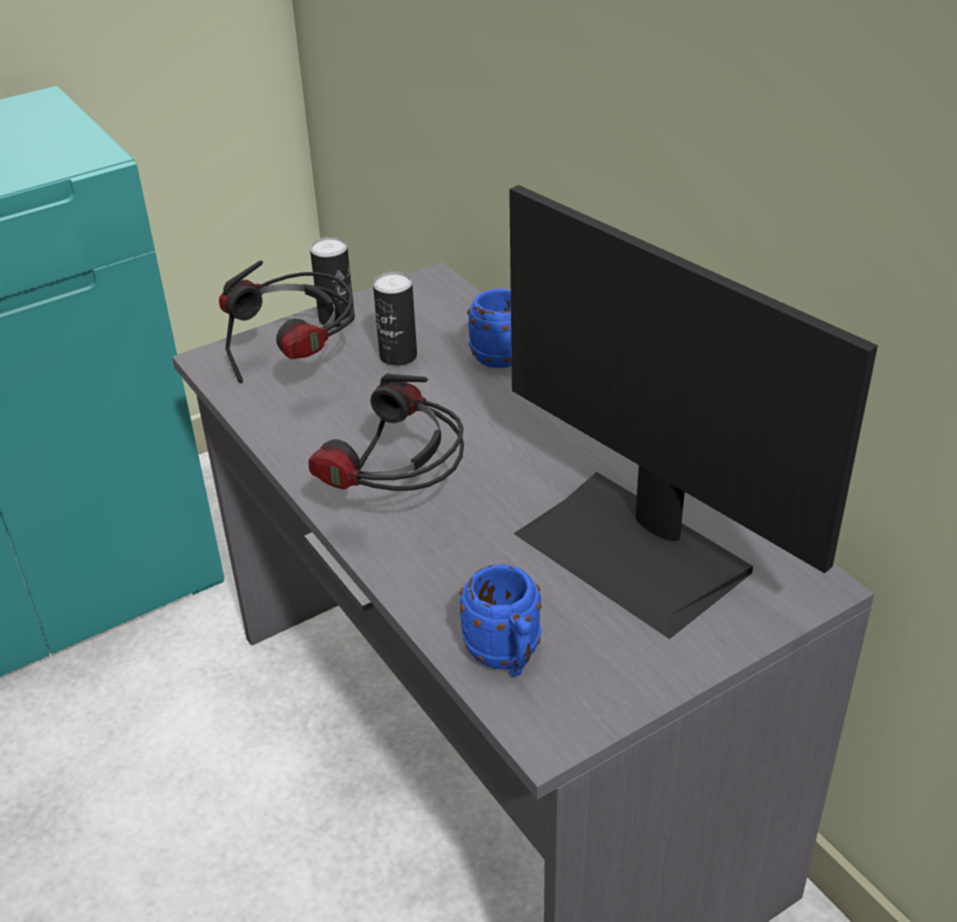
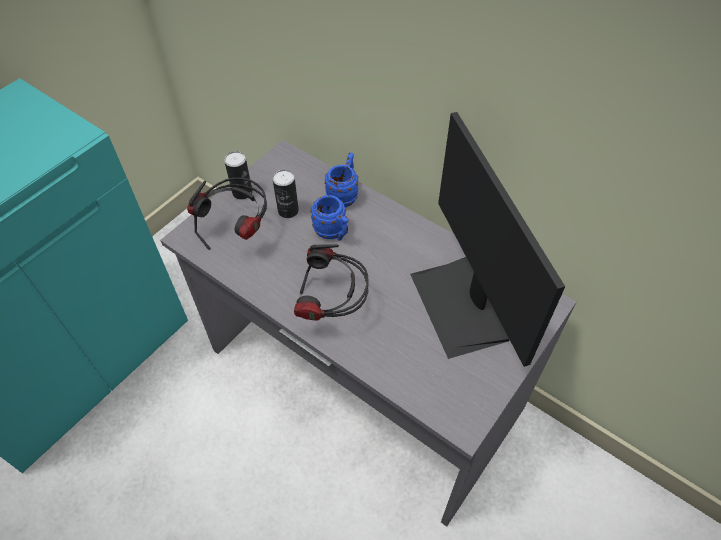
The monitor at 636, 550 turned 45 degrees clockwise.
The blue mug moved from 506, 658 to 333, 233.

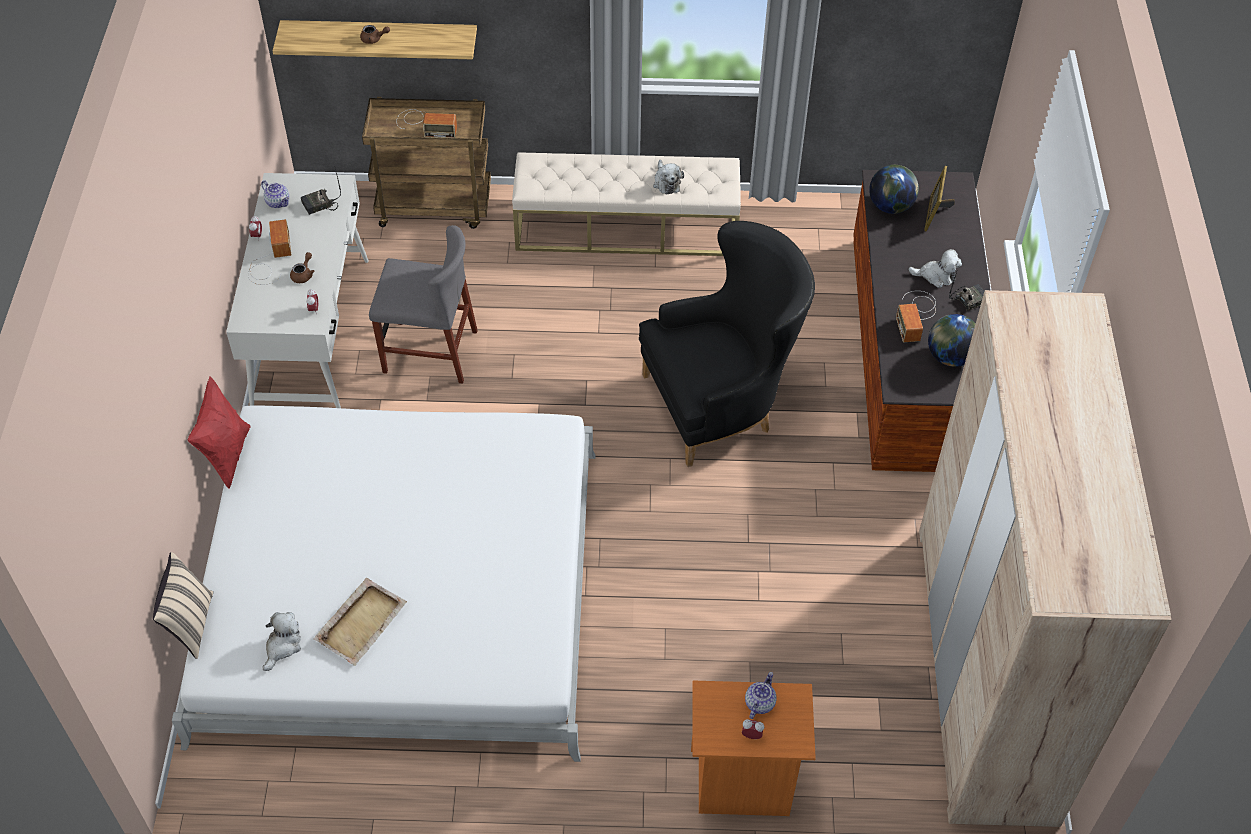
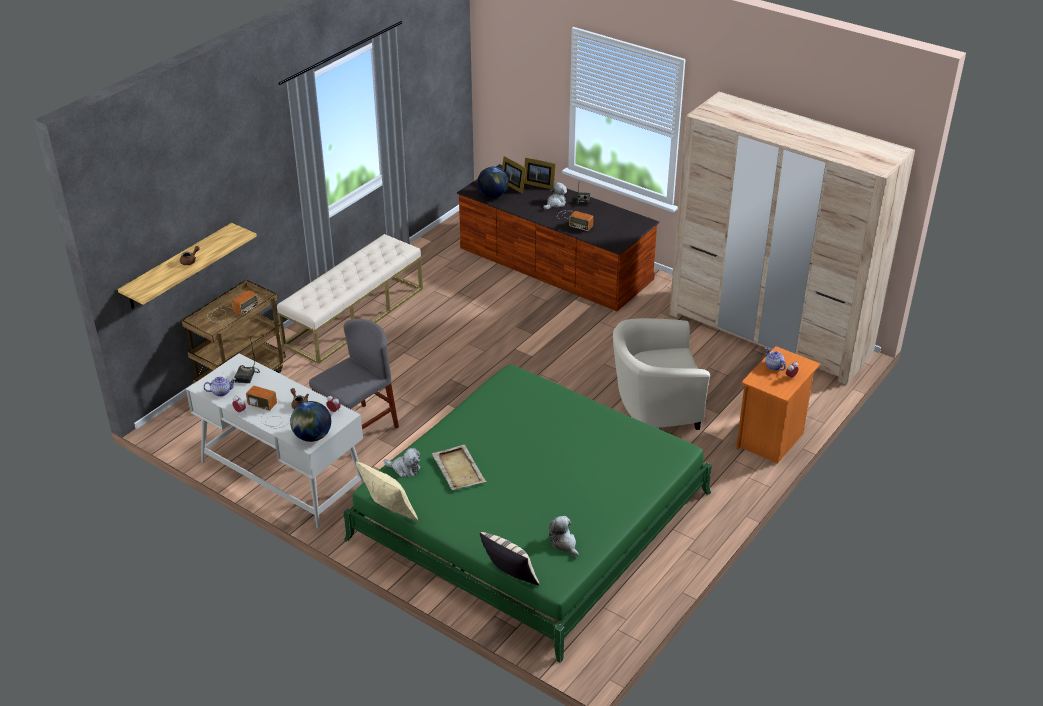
The plush toy moved from 666, 182 to 404, 469.
The black armchair at 721, 403 disappeared.
The globe moved from 950, 357 to 312, 436.
The red pillow at 227, 455 became the beige pillow at 389, 512.
The white bed at 402, 593 became the green bed at 531, 516.
The beige tray moved from 362, 622 to 458, 469.
The picture frame at 538, 184 appeared.
The beige armchair at 654, 408 appeared.

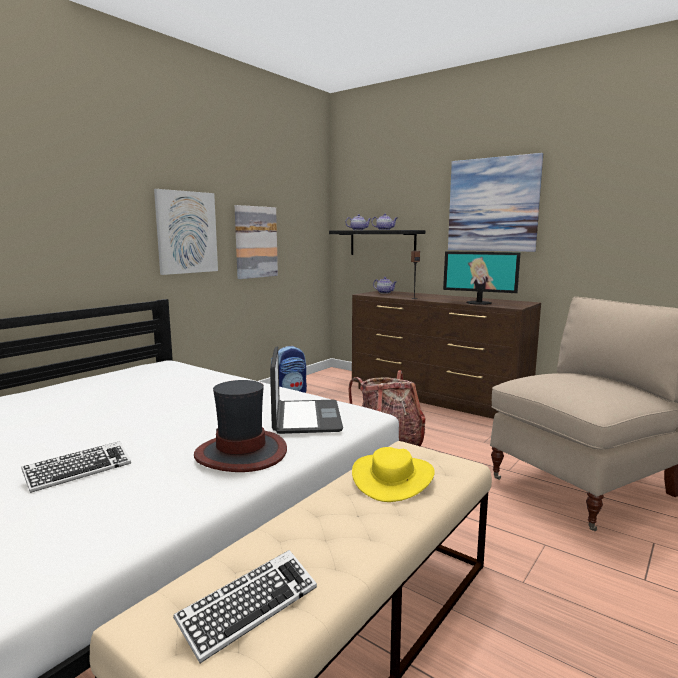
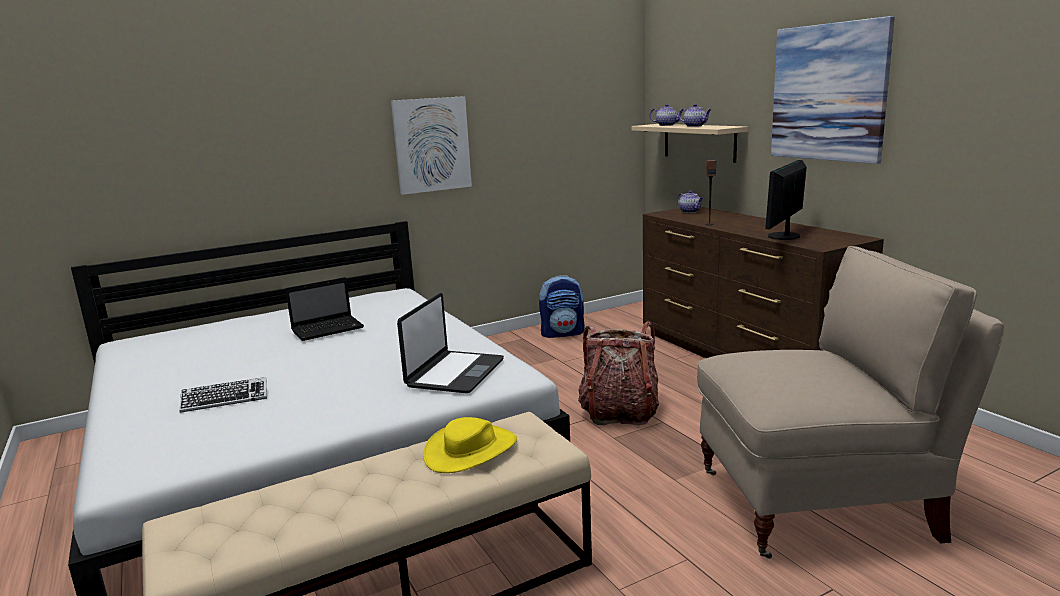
The picture at 255, 242 disappeared.
The black shelf at 382, 243 became the beige shelf at 699, 142.
The monitor at 479, 303 turned 75 degrees clockwise.
The hat at 241, 453 disappeared.
The keyboard at 249, 608 disappeared.
The laptop at 329, 329 appeared.

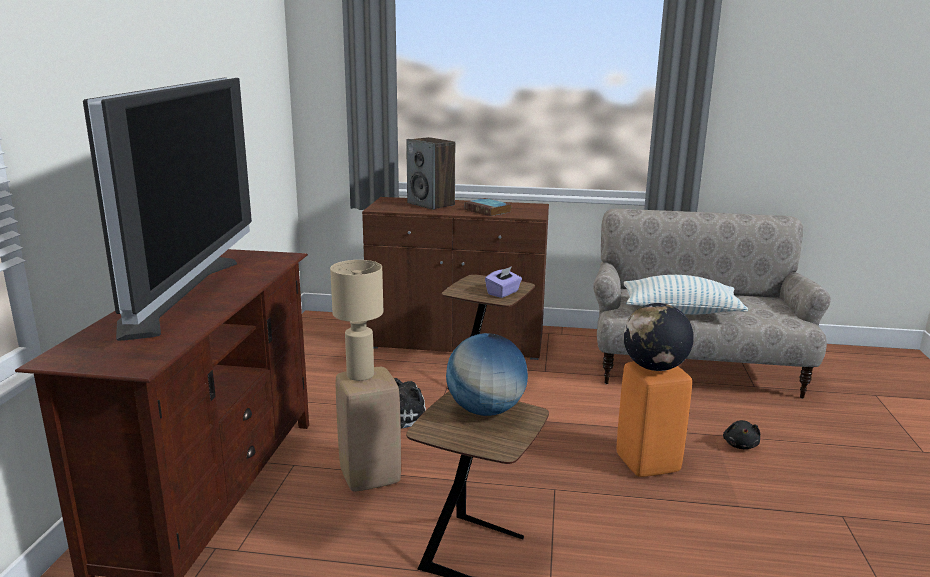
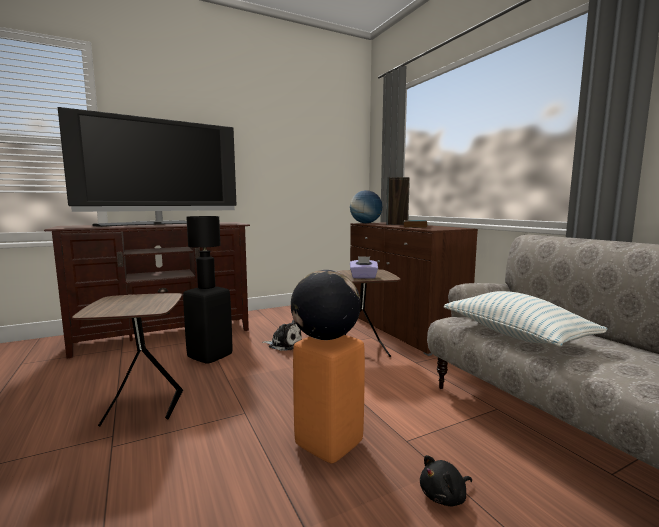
The beige table lamp at 359, 375 became the black table lamp at 206, 287.
The globe moved from 486, 410 to 365, 223.
The beige stool at 371, 476 became the black stool at 210, 357.

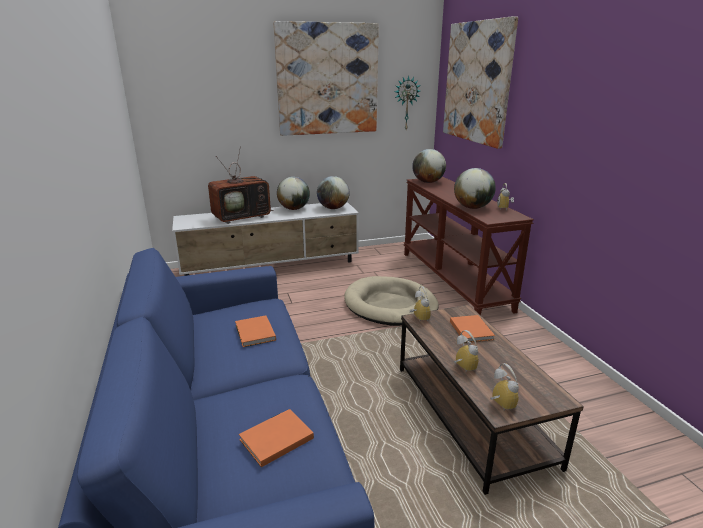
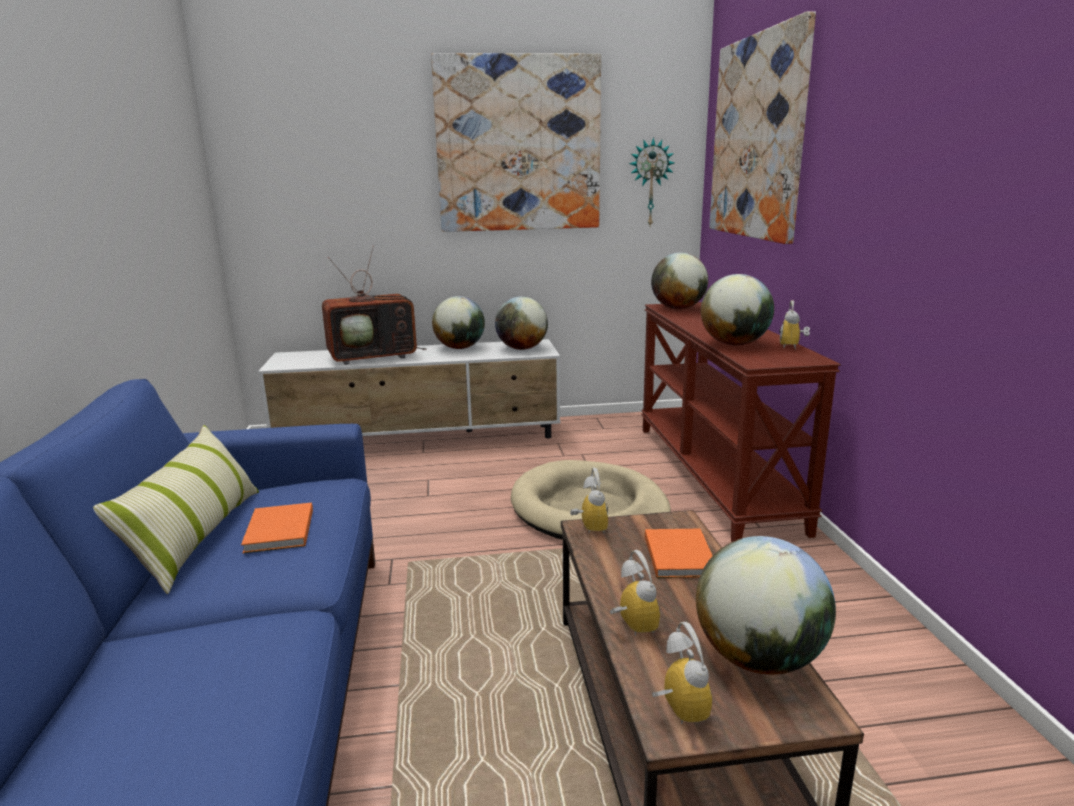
The orange book at 274, 439 disappeared.
The pillow at 197, 537 appeared.
The globe at 758, 658 appeared.

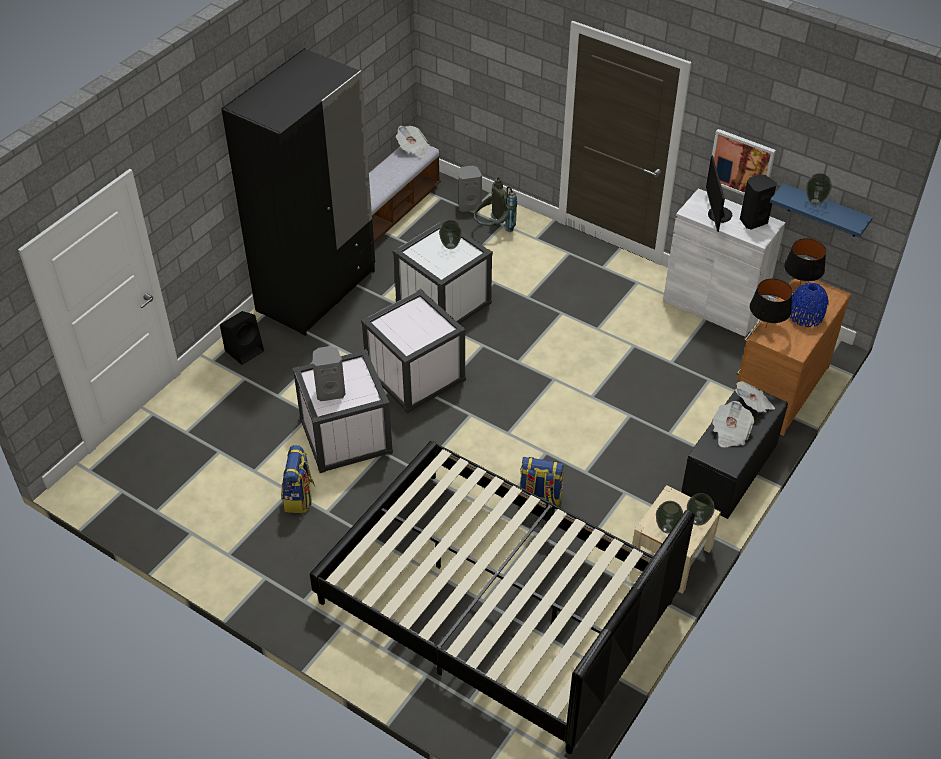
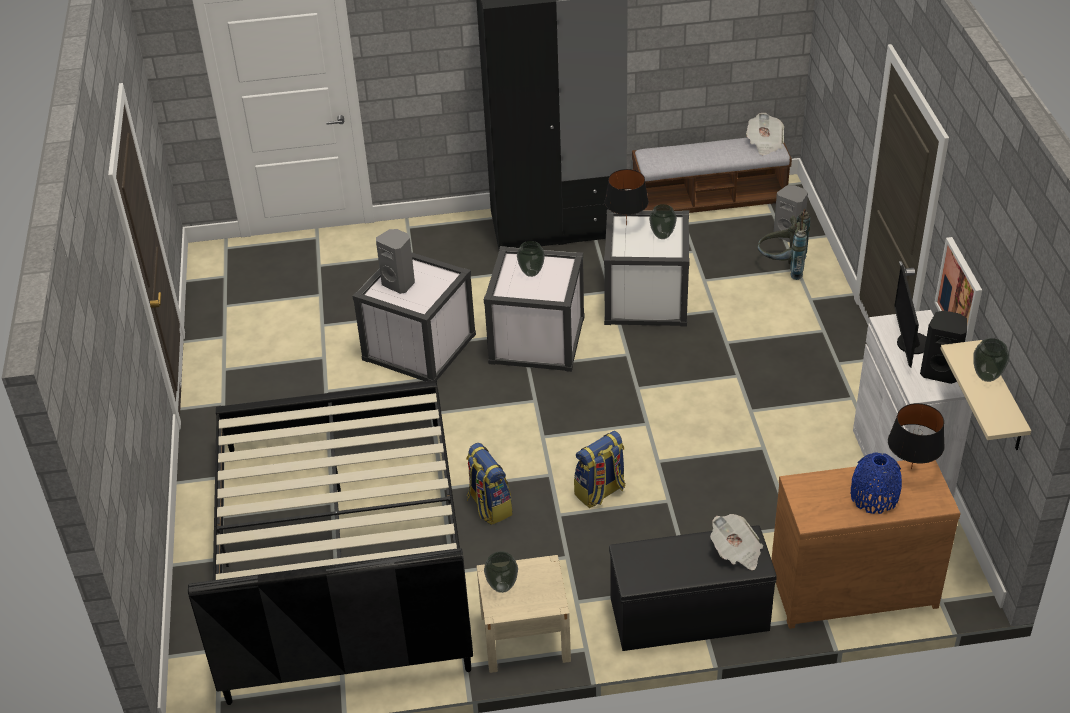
The monitor at 716, 215 turned 45 degrees counterclockwise.
The blue shelf at 824, 211 became the beige shelf at 1002, 399.
The black table lamp moved from 765, 328 to 626, 224.
The black speaker at 245, 350 disappeared.
The newspaper at 730, 433 disappeared.
The backpack moved from 299, 497 to 600, 492.
The vase moved from 697, 521 to 531, 273.

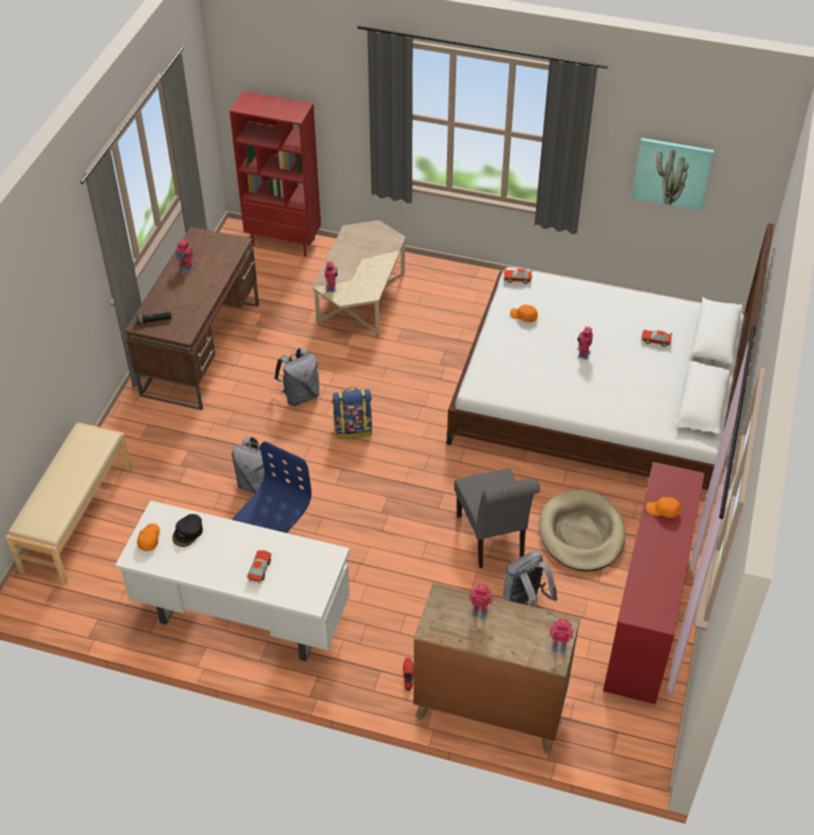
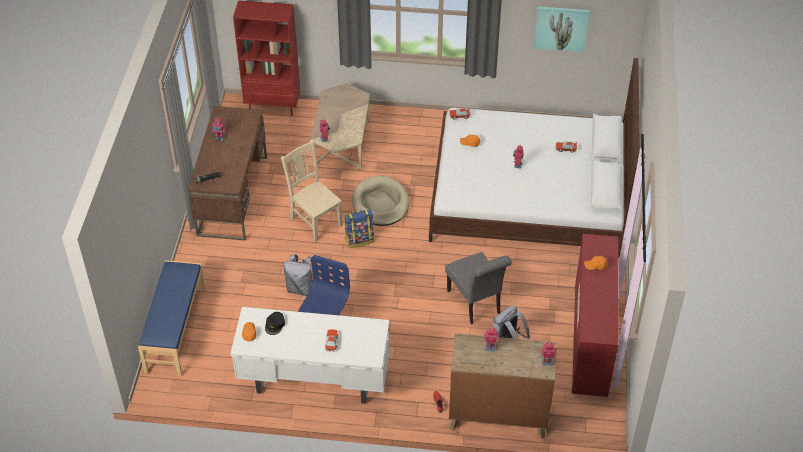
The grey backpack at 300, 395 was replaced by the beige chair at 315, 220.
The beige bench at 76, 518 became the blue bench at 175, 330.
The beige dog bed moved from 581, 533 to 380, 203.

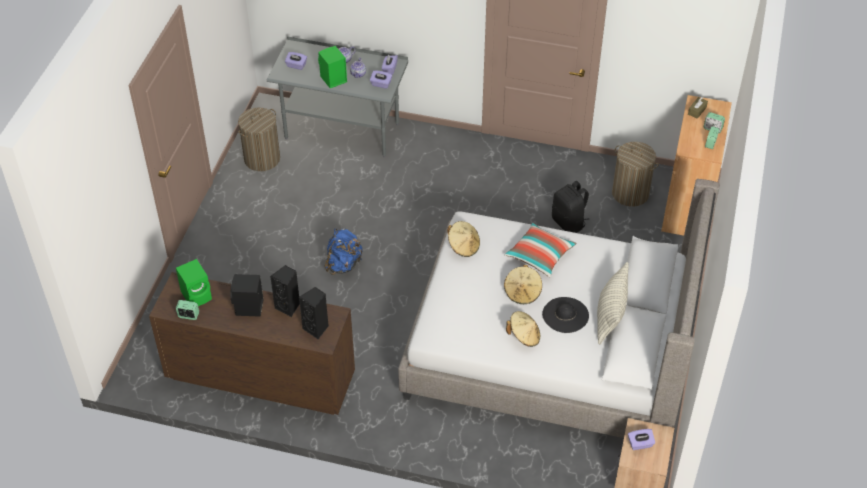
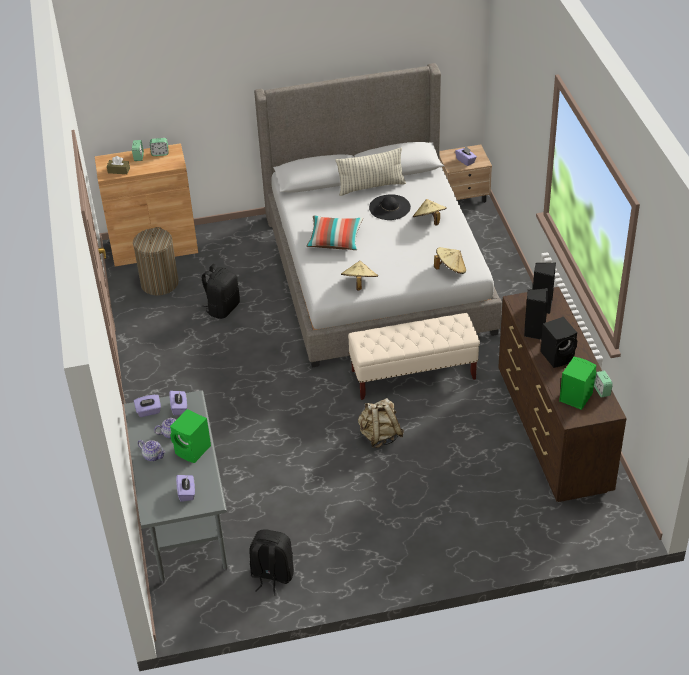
The laundry basket at 262, 159 was replaced by the black backpack at 272, 575.
The blue backpack at 343, 265 became the beige backpack at 380, 436.
The beige hat moved from 522, 292 to 450, 269.
The beige bench at 413, 375 appeared.

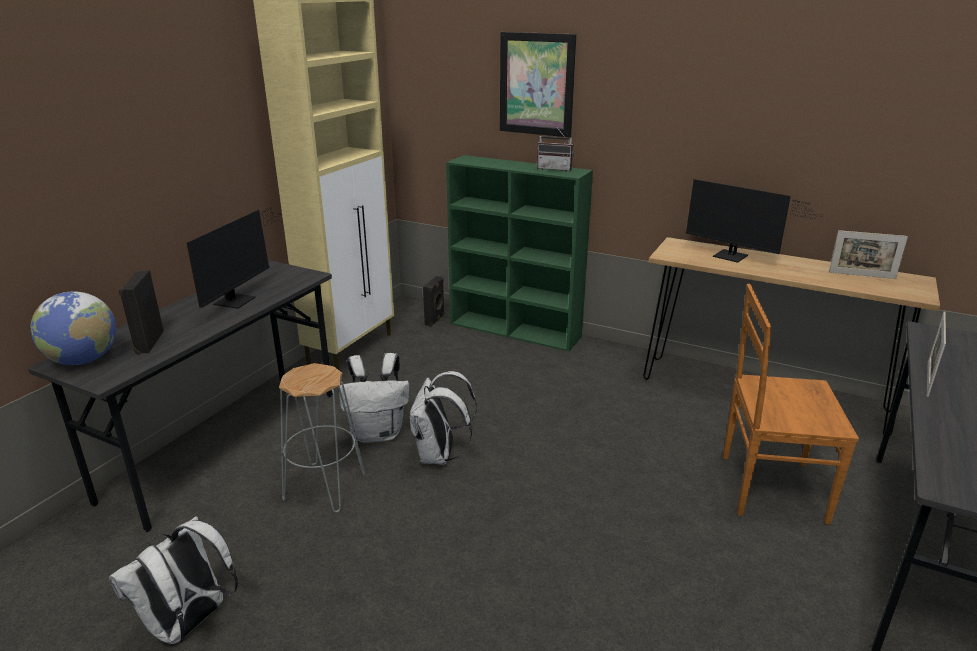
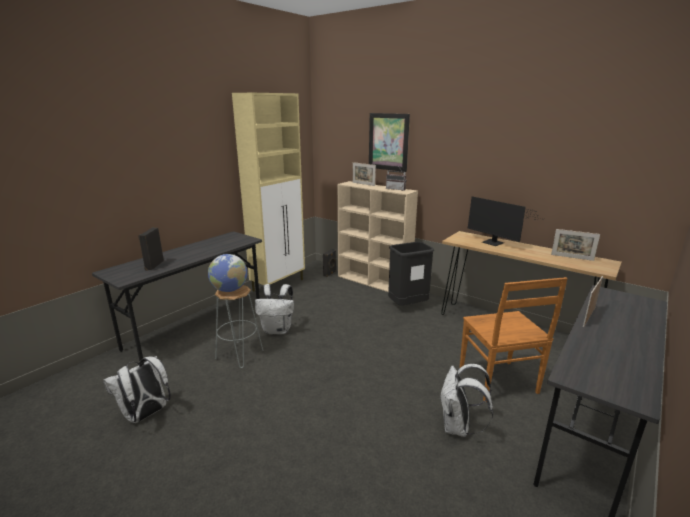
The green bookcase at 516, 330 became the beige bookcase at 374, 282.
The monitor at 239, 299 disappeared.
The brown chair at 768, 487 turned 120 degrees counterclockwise.
The globe moved from 84, 360 to 229, 290.
The white backpack moved from 439, 456 to 458, 427.
The picture frame at 363, 184 appeared.
The black trash can at 408, 306 appeared.

